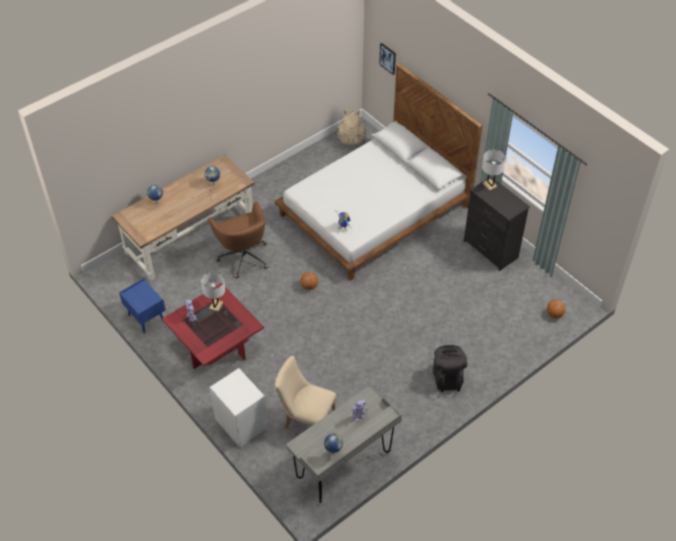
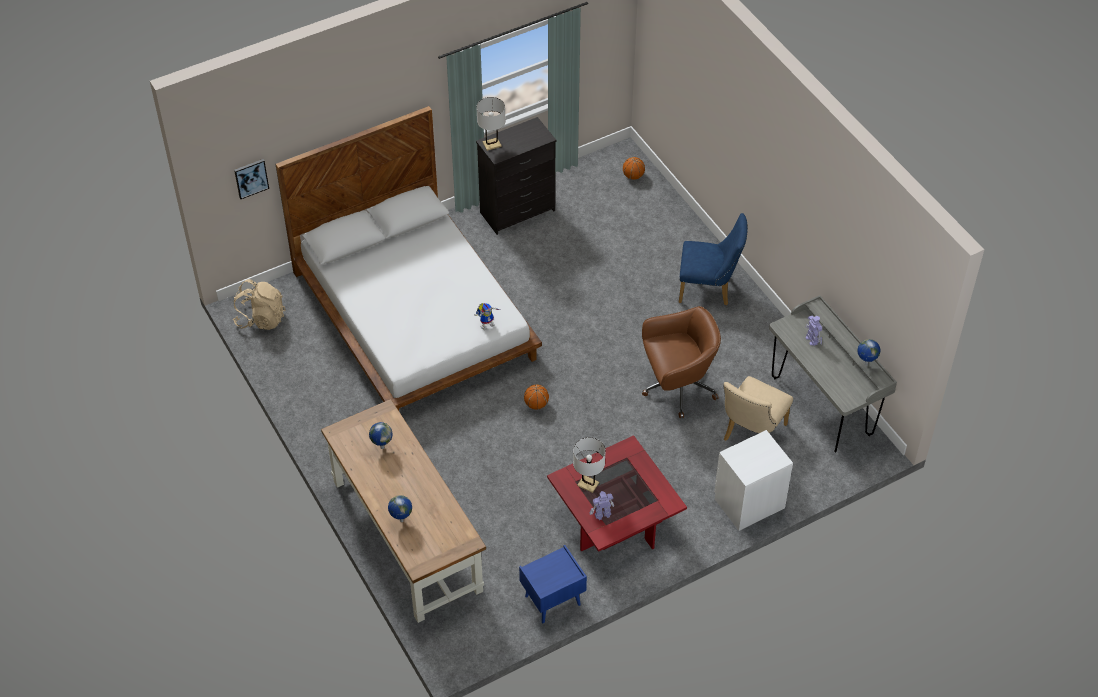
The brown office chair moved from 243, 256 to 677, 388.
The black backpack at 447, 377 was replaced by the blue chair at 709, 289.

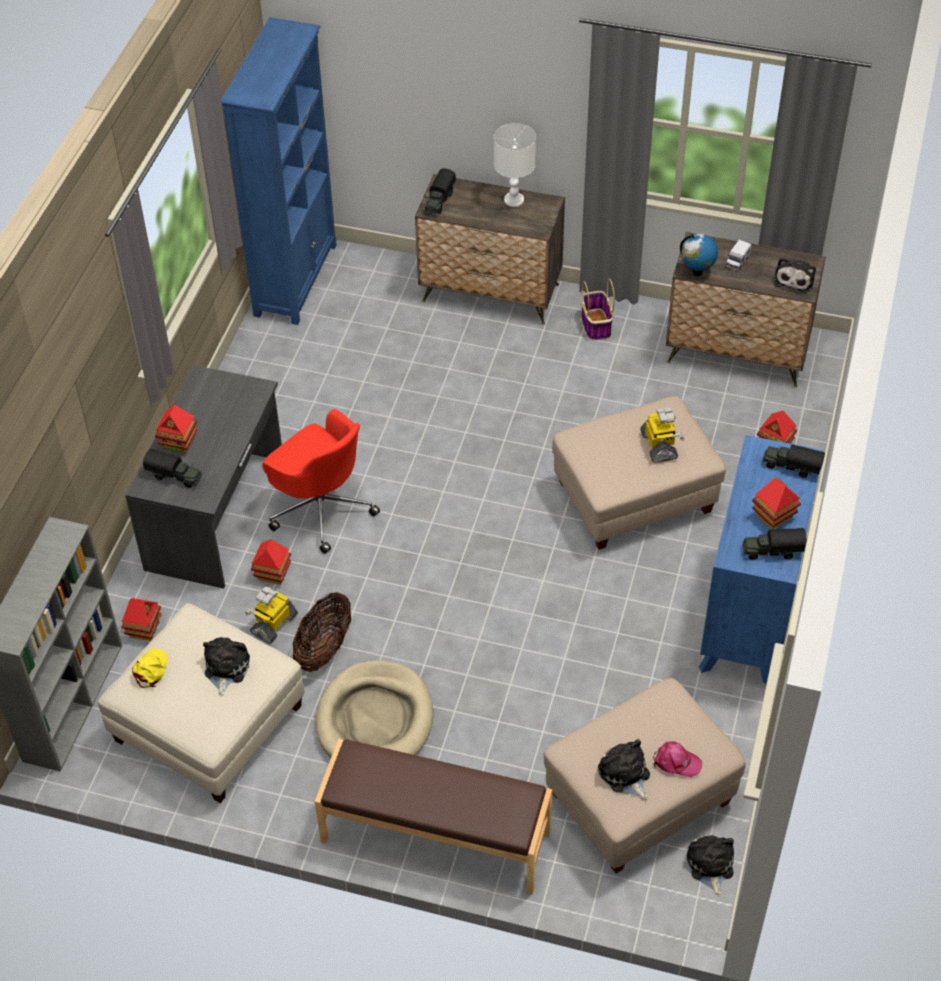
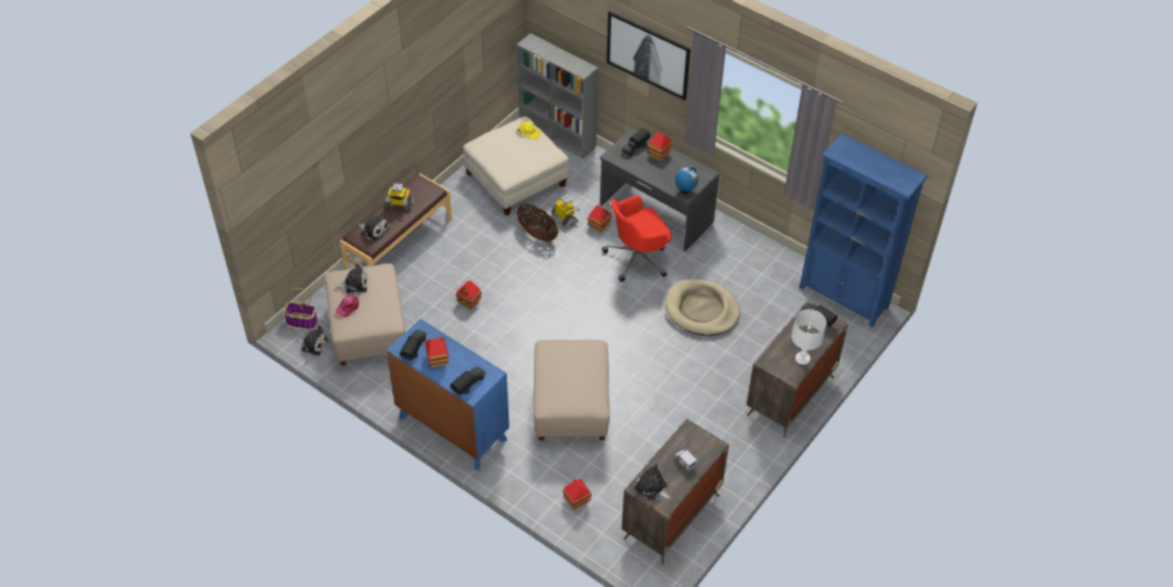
The globe moved from 697, 272 to 685, 191.
The basket moved from 595, 324 to 302, 321.
The toy robot moved from 659, 446 to 400, 205.
The toy house moved from 144, 629 to 469, 302.
The plush toy moved from 225, 668 to 374, 230.
The beige dog bed moved from 375, 719 to 701, 310.
The picture at 648, 54 appeared.

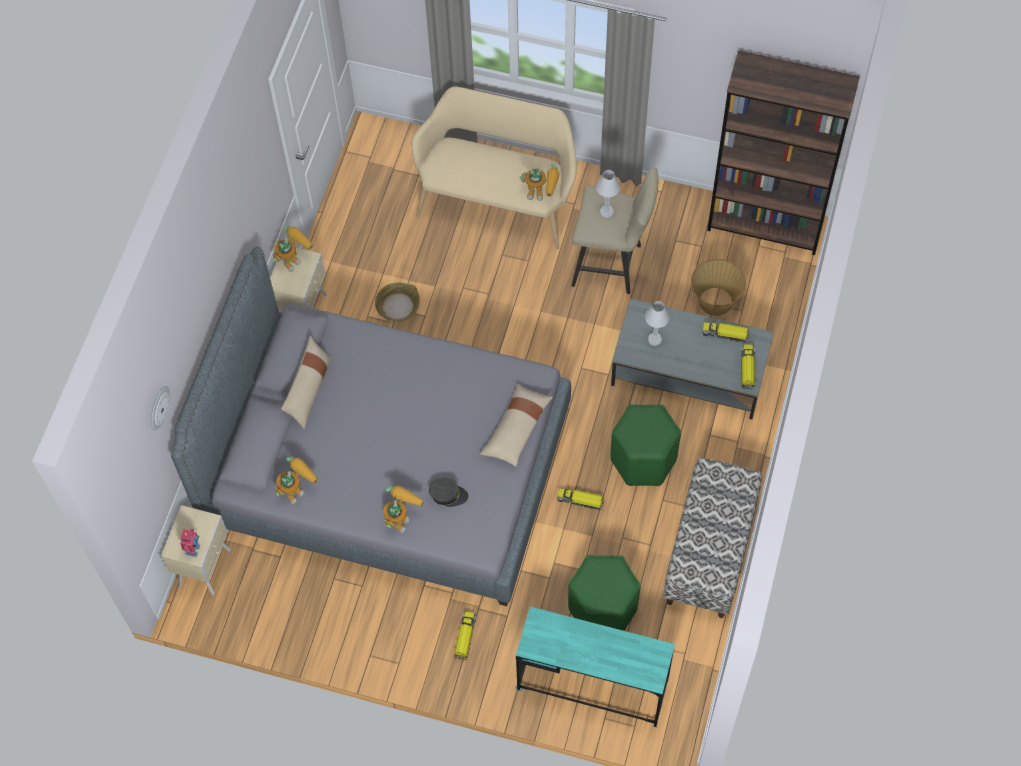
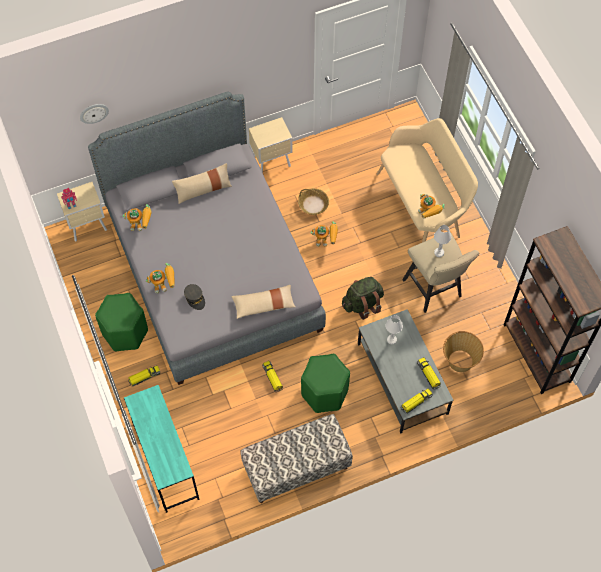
The toy robot moved from 294, 258 to 326, 241.
The green stool moved from 603, 609 to 125, 333.
The green backpack at 362, 304 appeared.

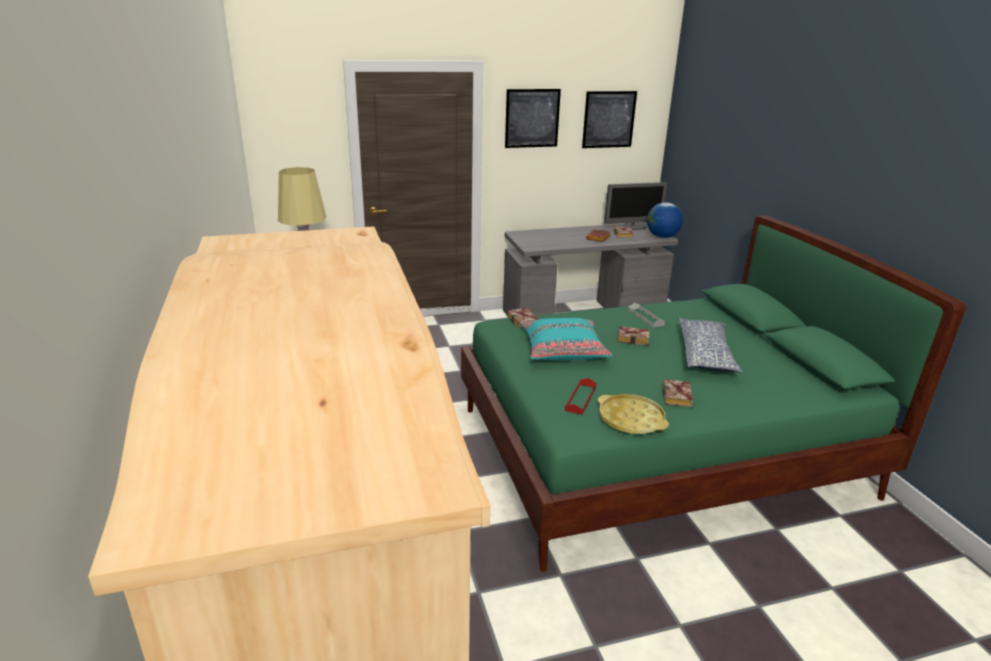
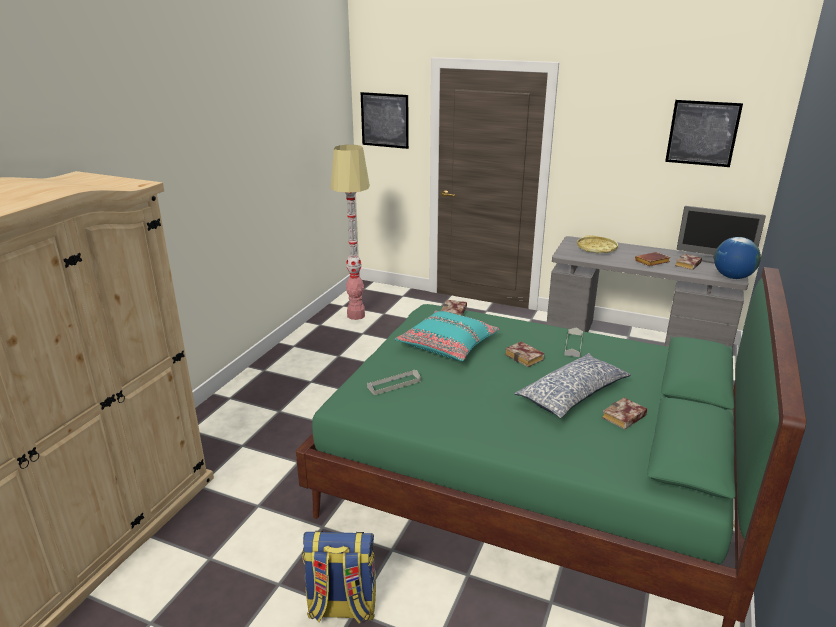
The picture moved from 532, 118 to 384, 120.
The red tray at 580, 399 became the grey tray at 394, 384.
The book moved from 678, 397 to 624, 418.
The yellow tray moved from 631, 419 to 596, 248.
The backpack at 342, 607 appeared.

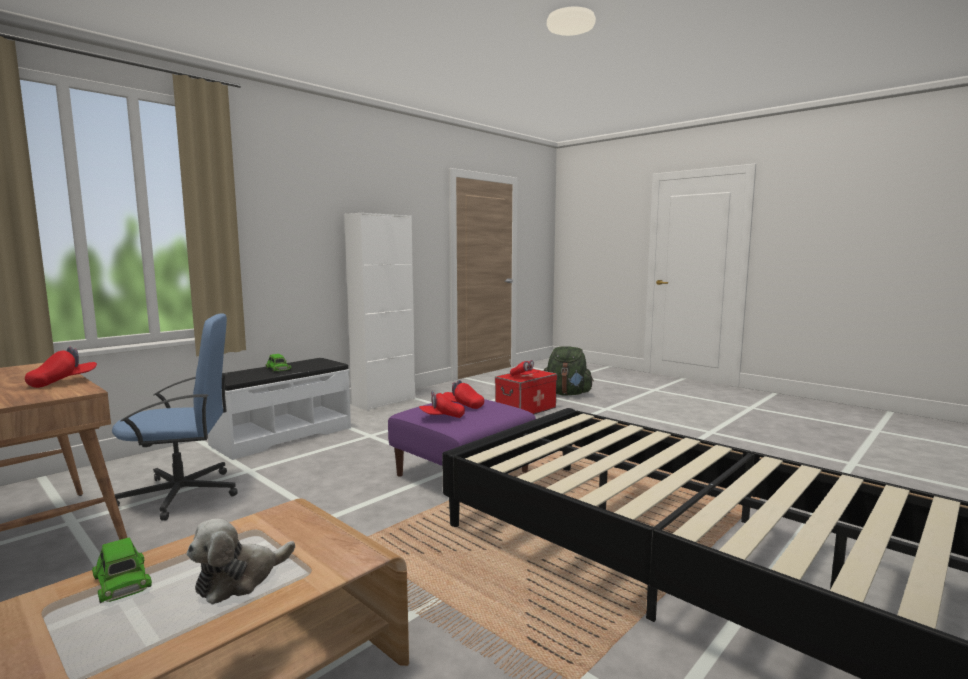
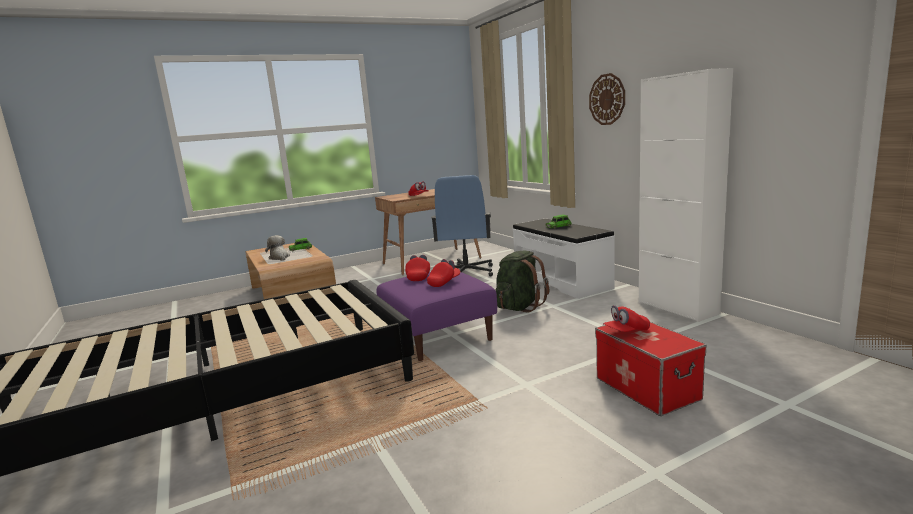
The green backpack moved from 567, 394 to 519, 307.
The wall clock at 607, 99 appeared.

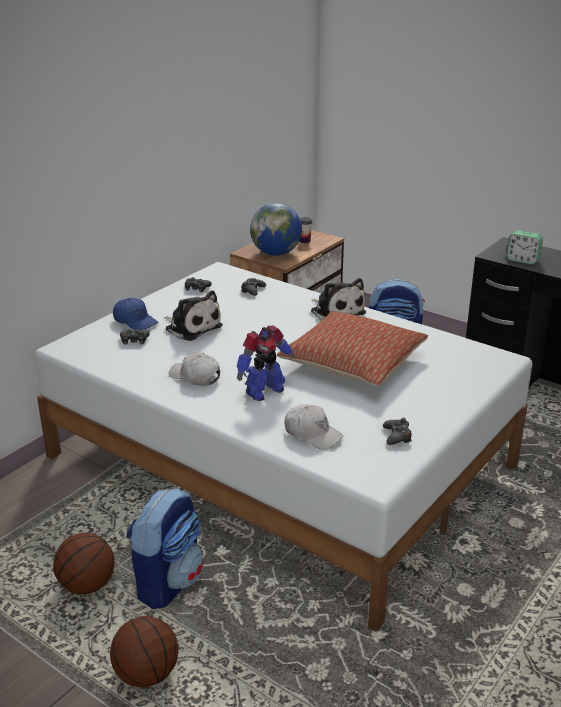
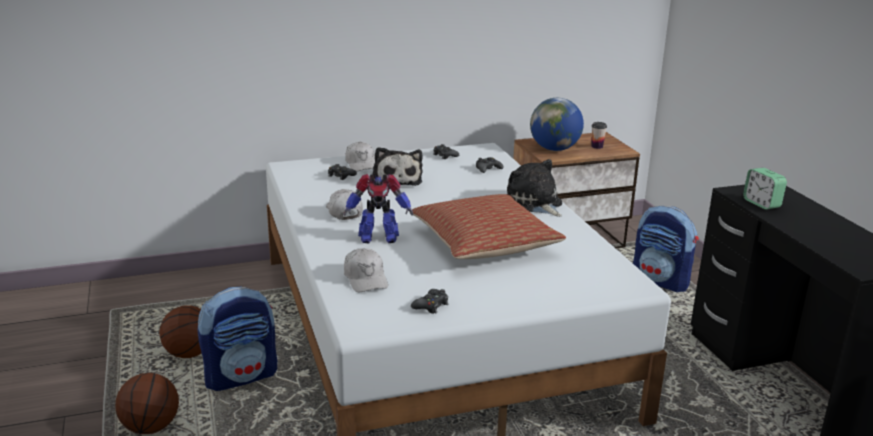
The plush toy at 336, 311 turned 150 degrees clockwise.
The blue cap at 135, 321 became the white cap at 361, 164.

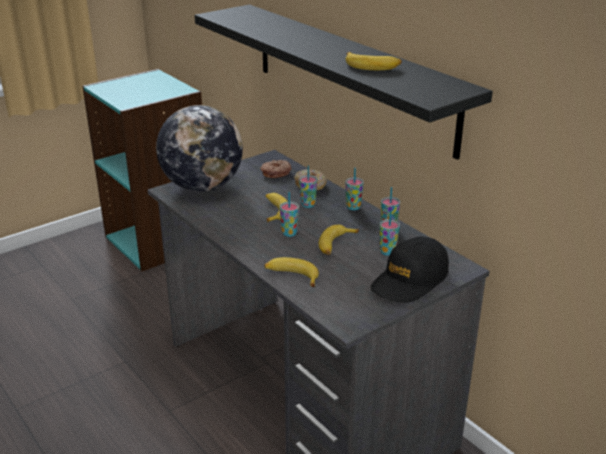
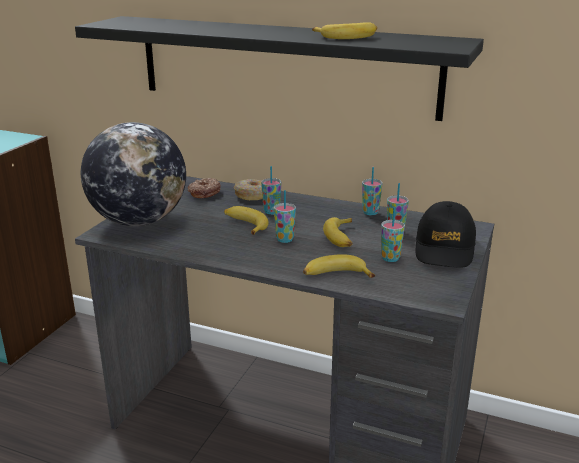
The cup moved from 353, 207 to 390, 258.

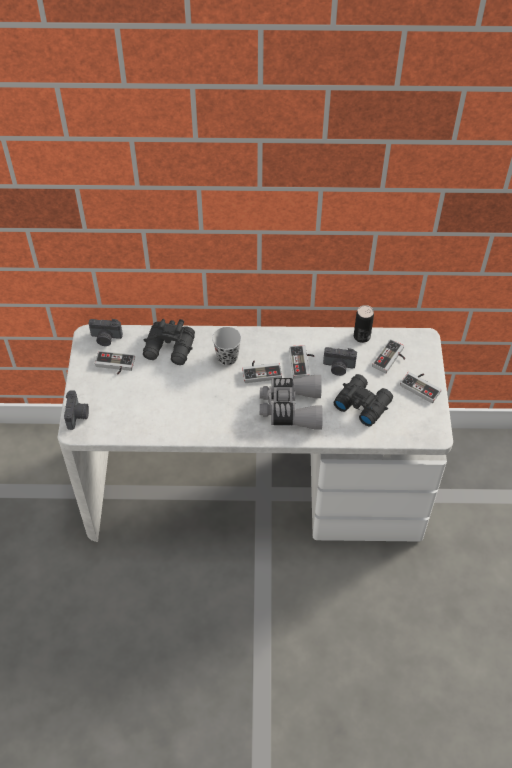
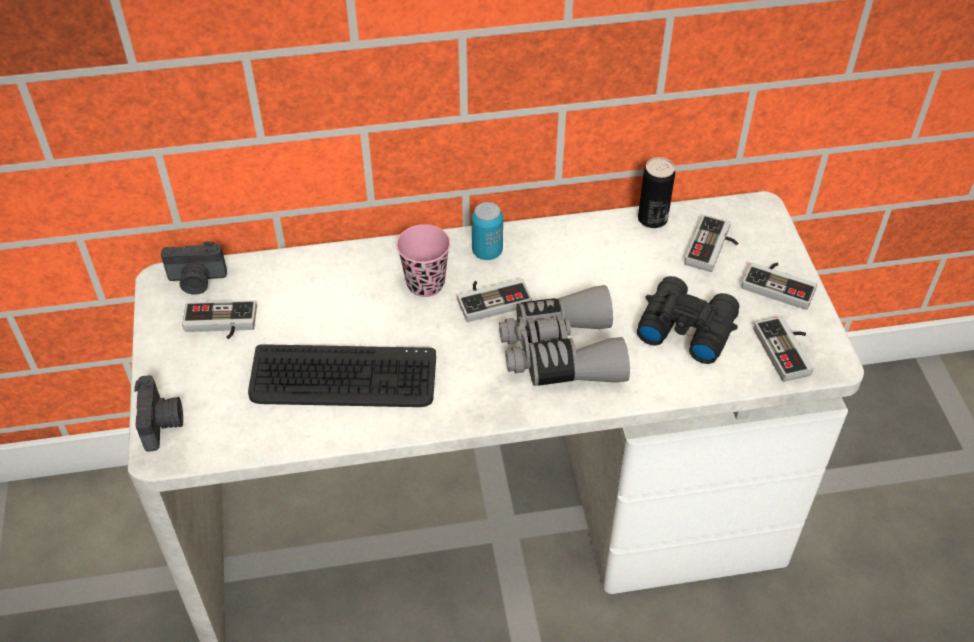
The black binoculars at 170, 349 disappeared.
The black cup at 227, 357 became the pink cup at 425, 284.
The game controller moved from 303, 363 to 788, 350.
The photo camera at 338, 367 disappeared.
The can at 487, 251 appeared.
The keyboard at 343, 378 appeared.

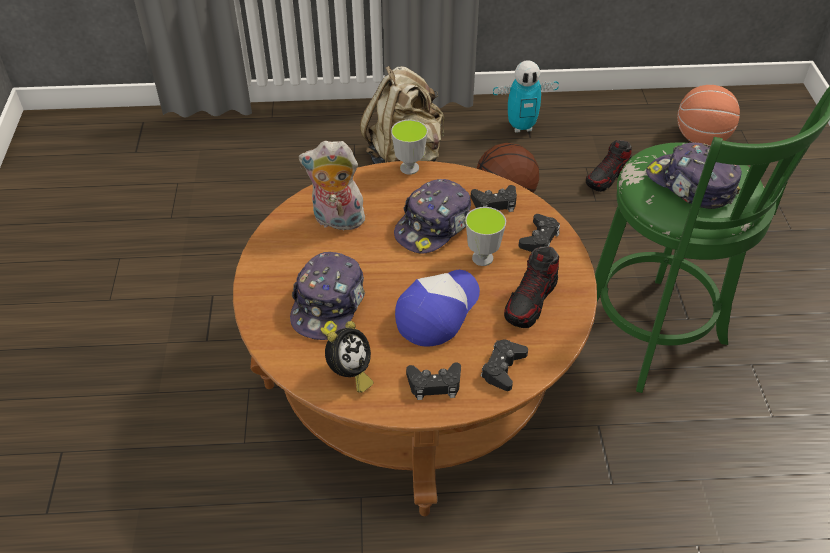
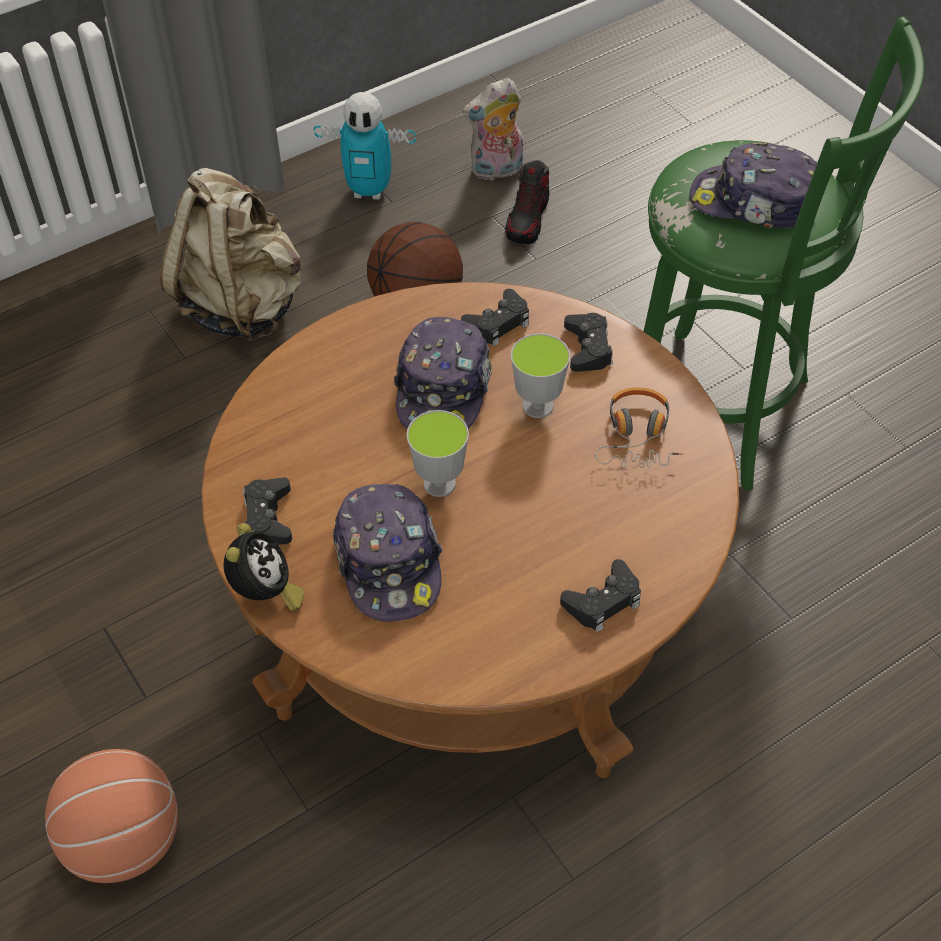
The toy robot at 521, 127 turned 45 degrees clockwise.
The basketball moved from 700, 138 to 123, 841.
The cup moved from 409, 168 to 439, 484.
The plush toy moved from 337, 221 to 496, 171.
The shoe at 531, 301 was replaced by the headphones at 637, 436.
The cap at 437, 311 disappeared.
The alarm clock moved from 350, 374 to 265, 593.
The black game controller moved from 503, 368 to 268, 518.

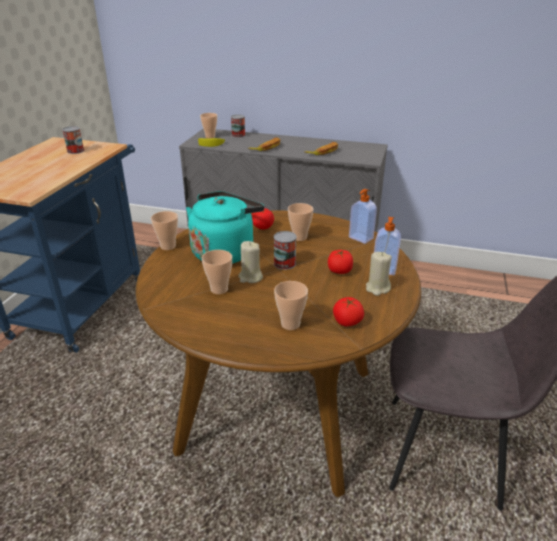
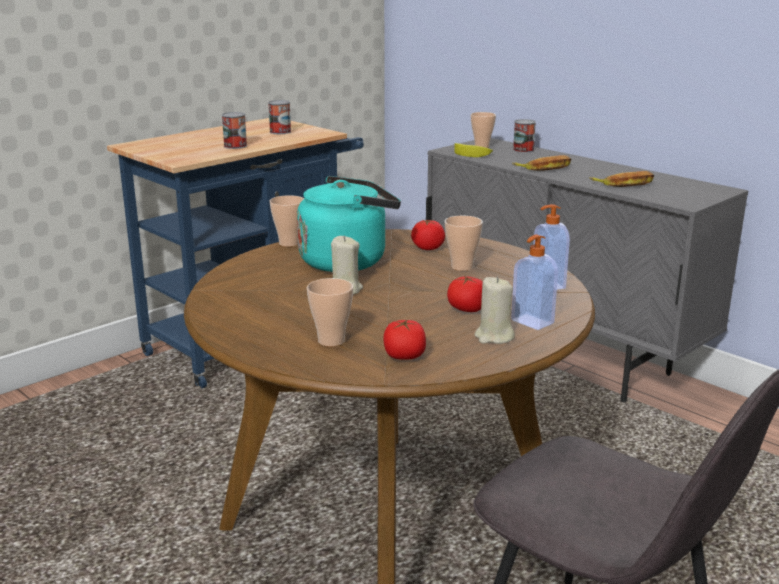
The can moved from 284, 263 to 235, 146.
The cup at 219, 289 disappeared.

